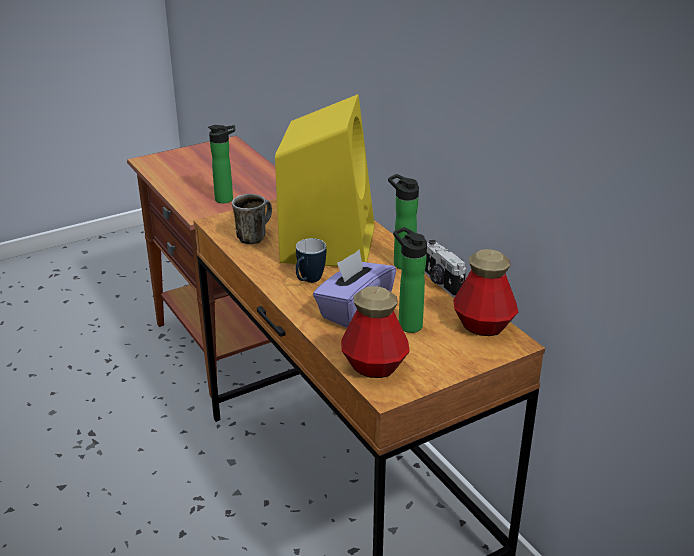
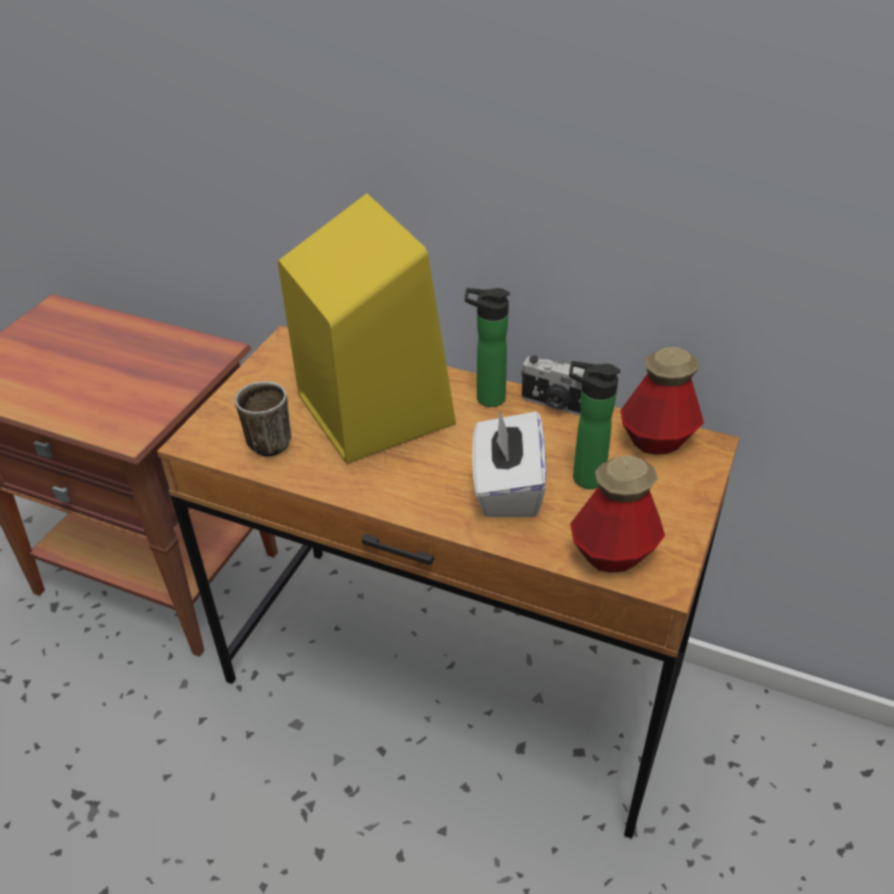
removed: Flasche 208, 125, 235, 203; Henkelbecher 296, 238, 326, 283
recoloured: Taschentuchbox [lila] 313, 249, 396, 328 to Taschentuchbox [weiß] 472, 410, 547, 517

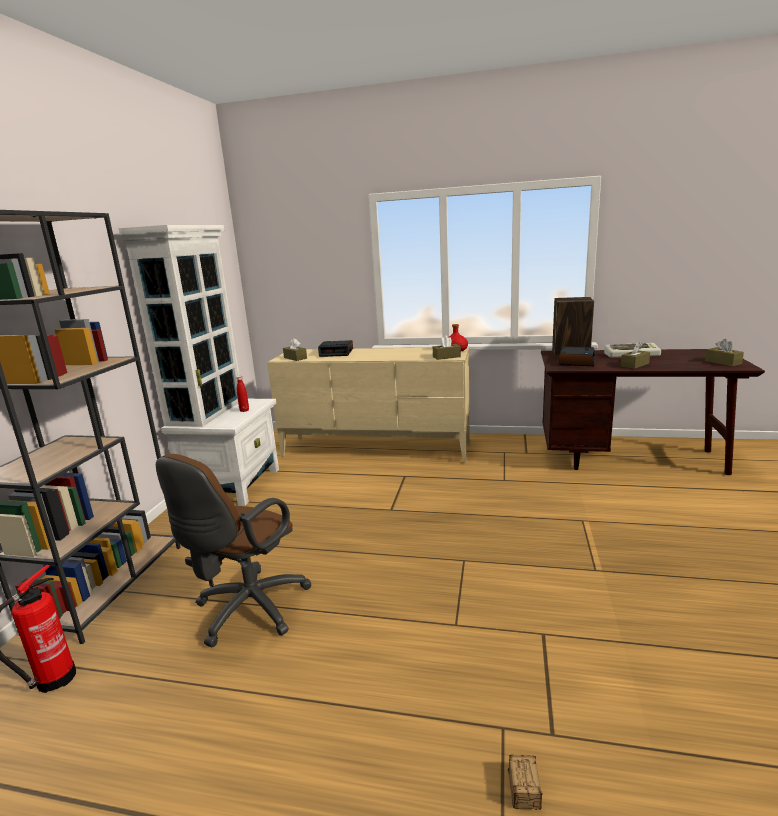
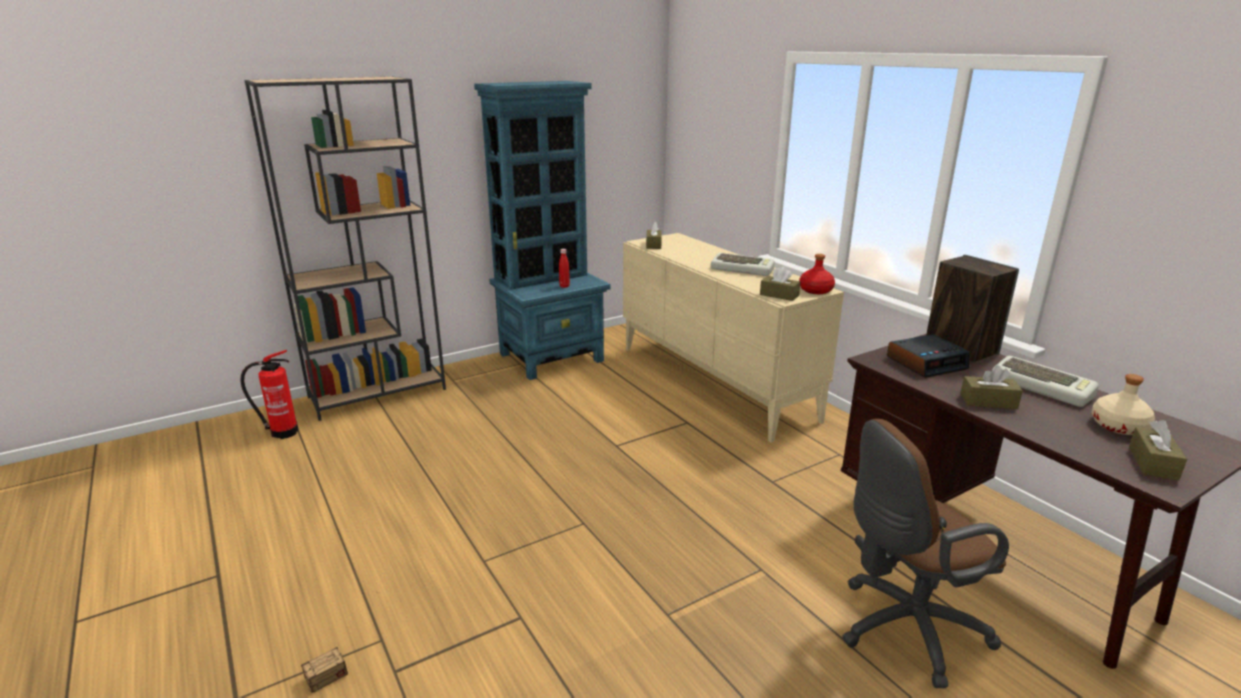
removed: Wecker 318, 340, 353, 357
added: Tastatur 711, 253, 775, 276; Flasche [beige] 1092, 374, 1155, 435
moved: Bürostuhl [braun] 156, 454, 312, 647 to 842, 419, 1009, 688
recoloured: Schrank [weiß] 119, 225, 279, 506 to Schrank [blau] 474, 81, 610, 380

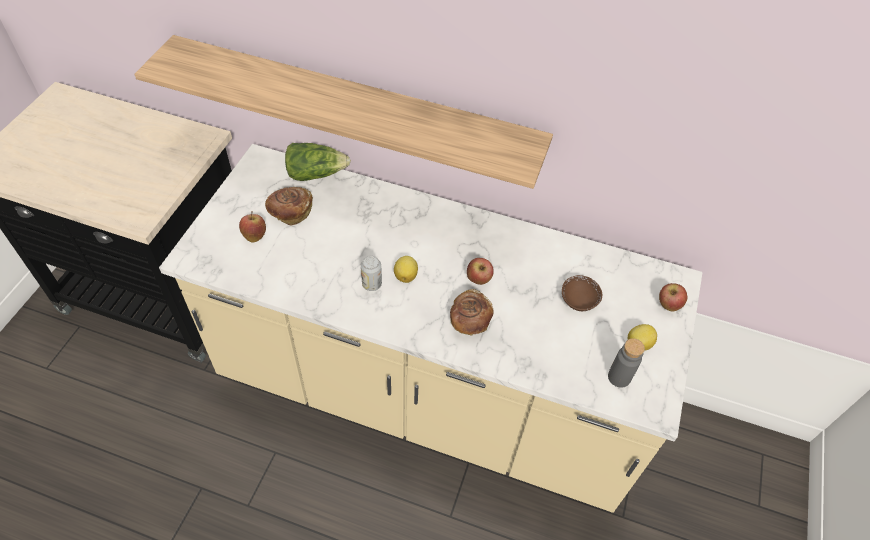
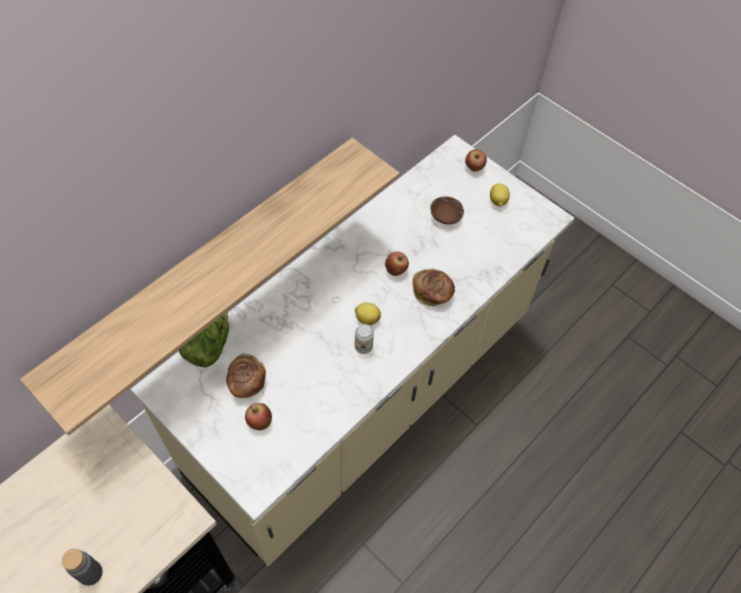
moved: Flasche [grau] 608, 338, 645, 388 to 62, 549, 103, 586

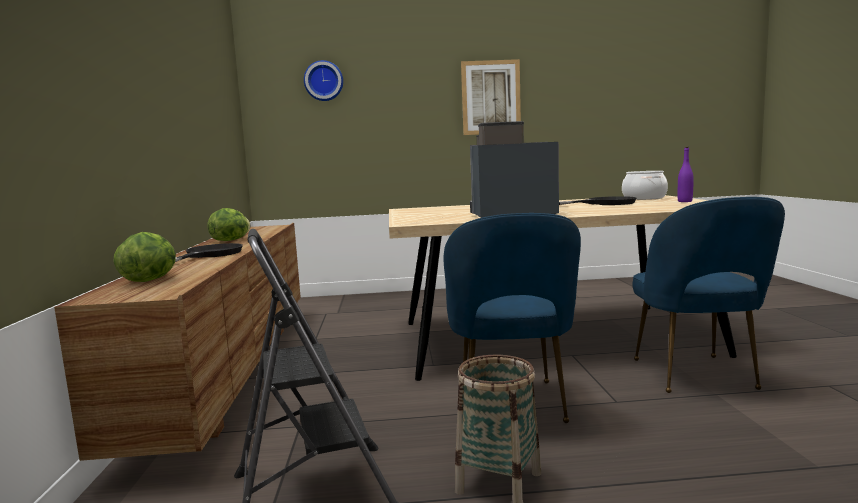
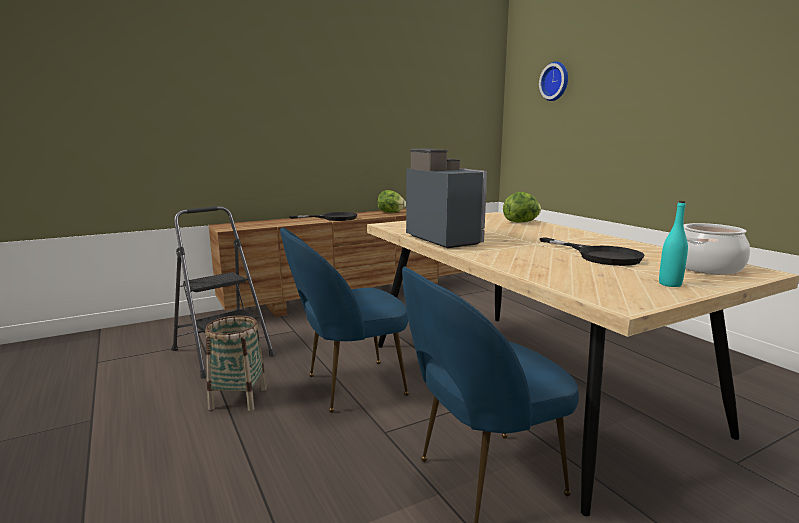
removed: Bild 461, 59, 521, 135
moved: Salatkopf 113, 232, 176, 282 to 503, 192, 541, 222
recoloured: Flasche [lila] 678, 147, 694, 202 to Flasche [türkis] 659, 201, 688, 287

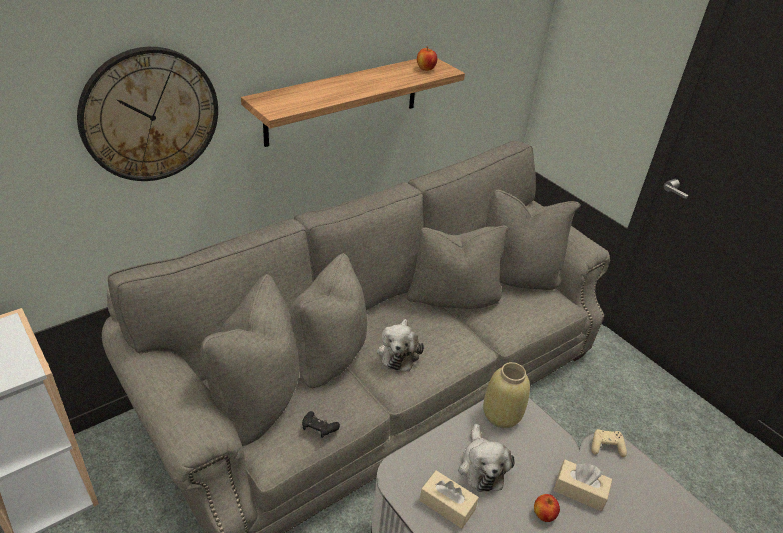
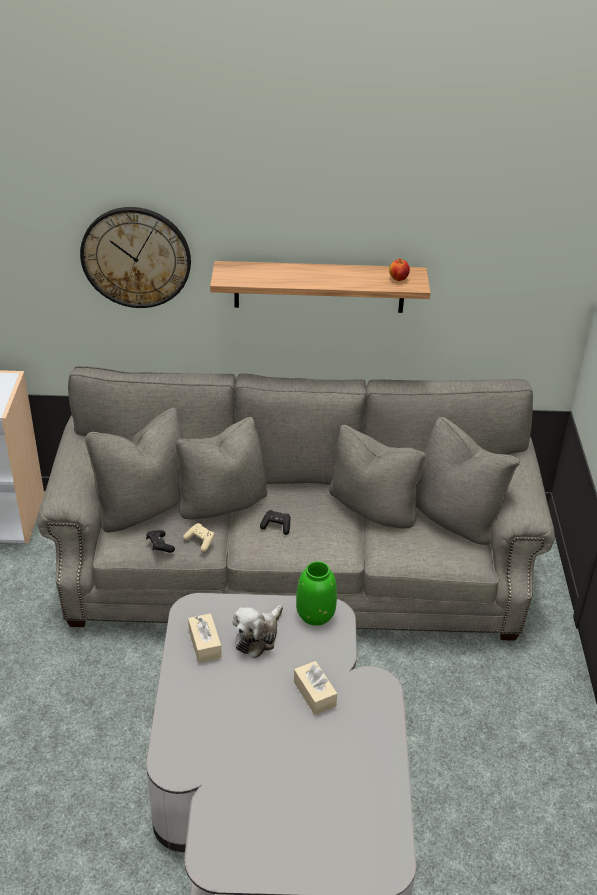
removed: Apfel 534, 494, 560, 522
moved: Gamepad [beige] 591, 429, 627, 457 to 183, 523, 214, 552
replaced: Plüschtier 377, 319, 424, 372 to Gamepad [schwarz] 260, 510, 290, 535
recoloured: Vase [beige] 483, 362, 530, 428 to Vase [grün] 296, 561, 337, 626

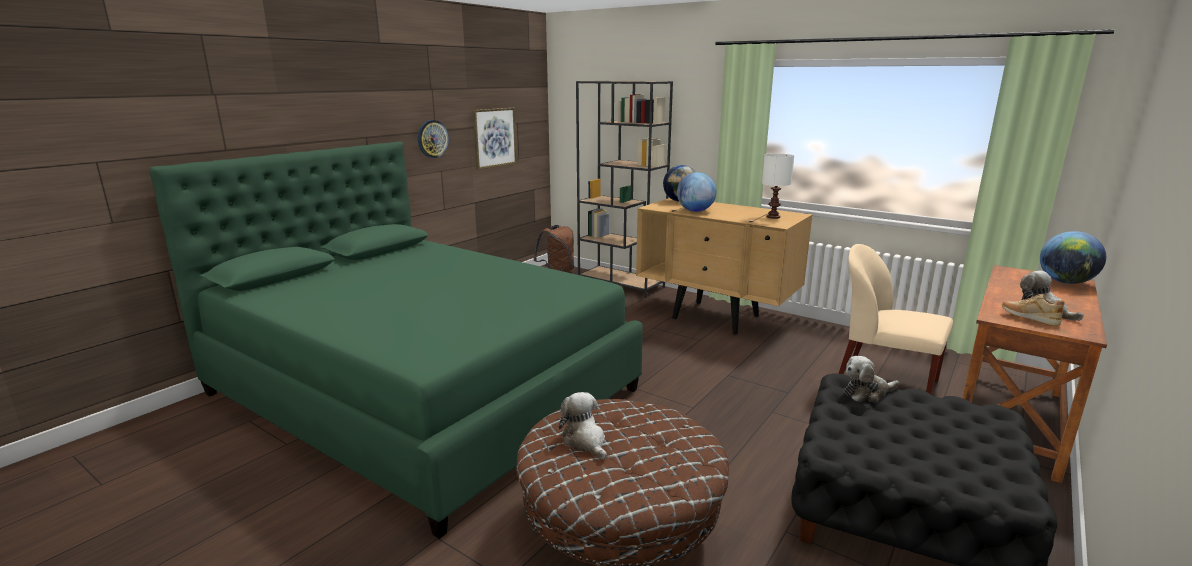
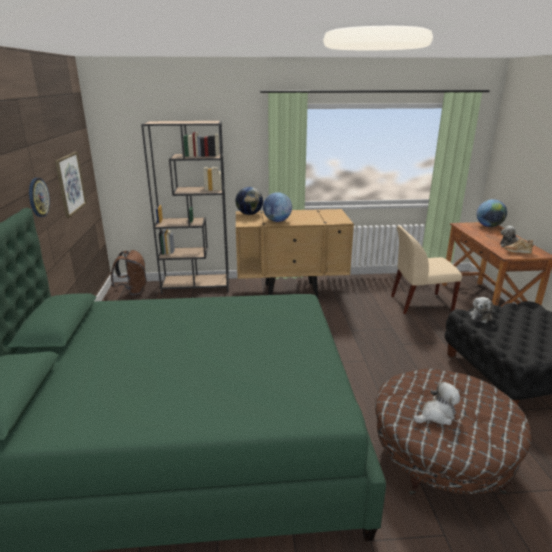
removed: Tischlampe [weiß] 762, 153, 794, 219
turned: Plüschtier 559, 392, 607, 460 = 413, 382, 460, 425 135 degrees clockwise

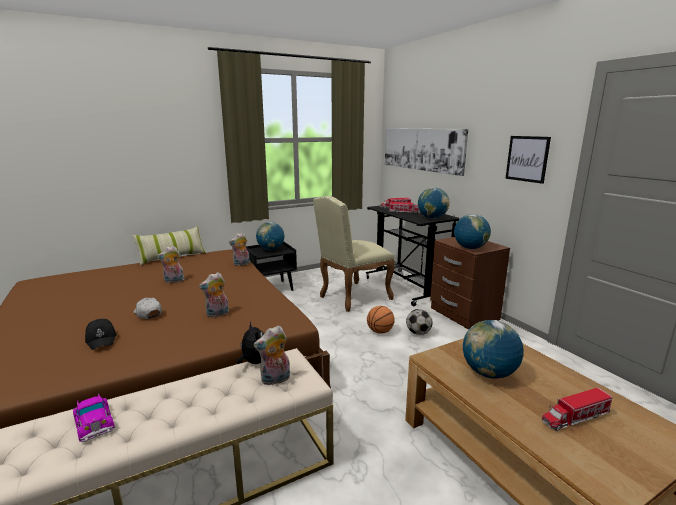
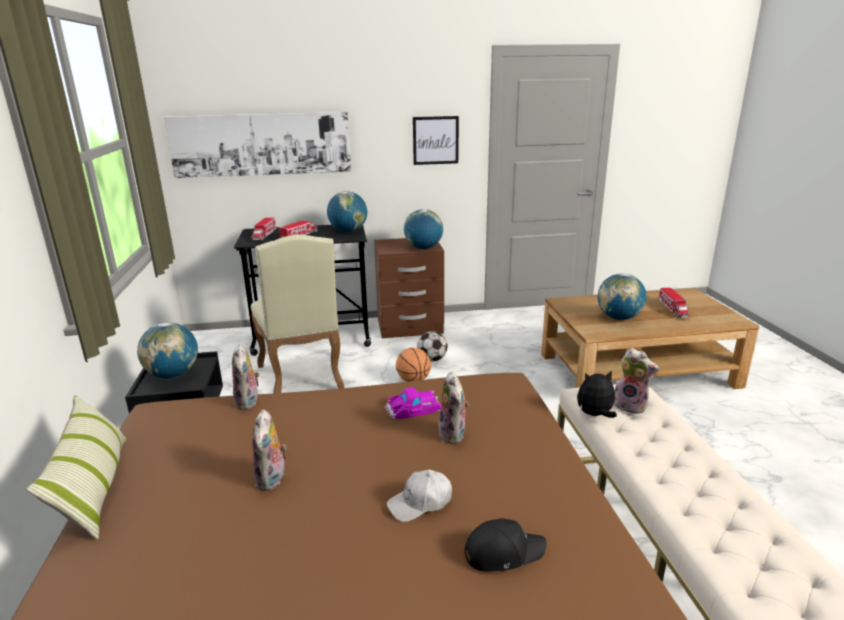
moved: Spielzeugauto 73, 393, 115, 442 to 384, 387, 441, 419
turned: Plüschtier 254, 326, 290, 385 = 614, 348, 659, 414 45 degrees counterclockwise

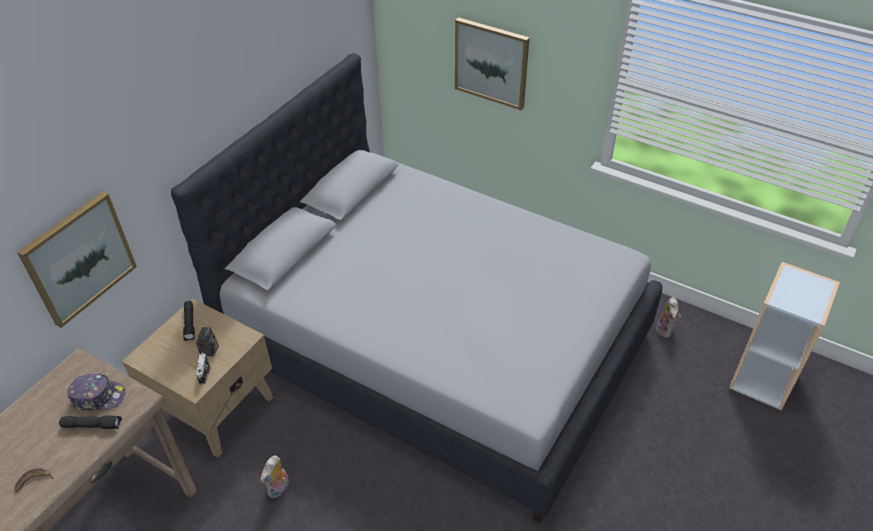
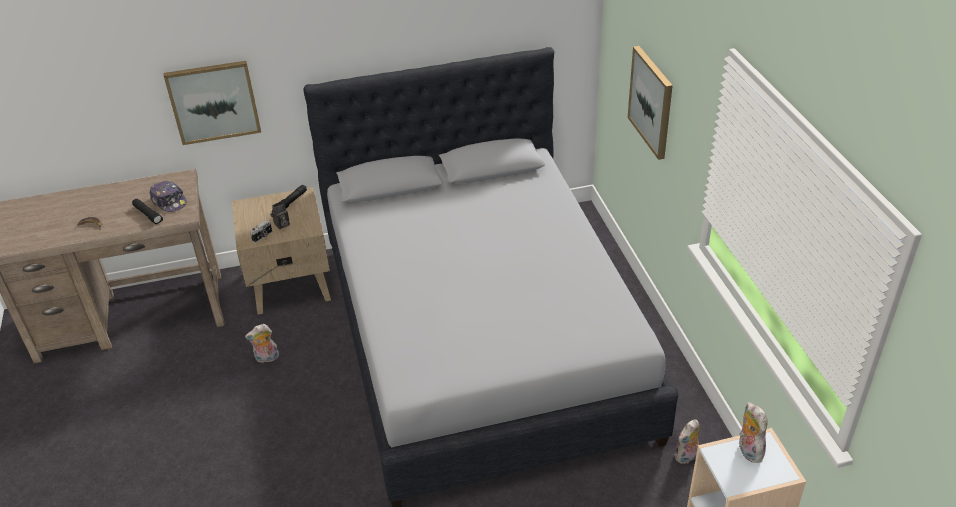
added: Plüschtier 739, 402, 768, 463

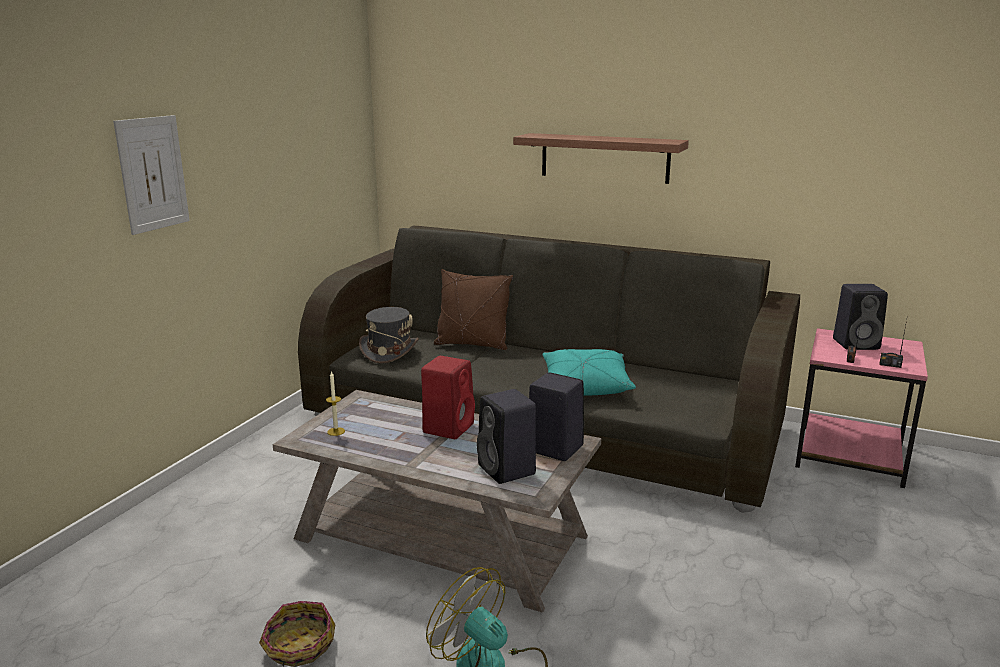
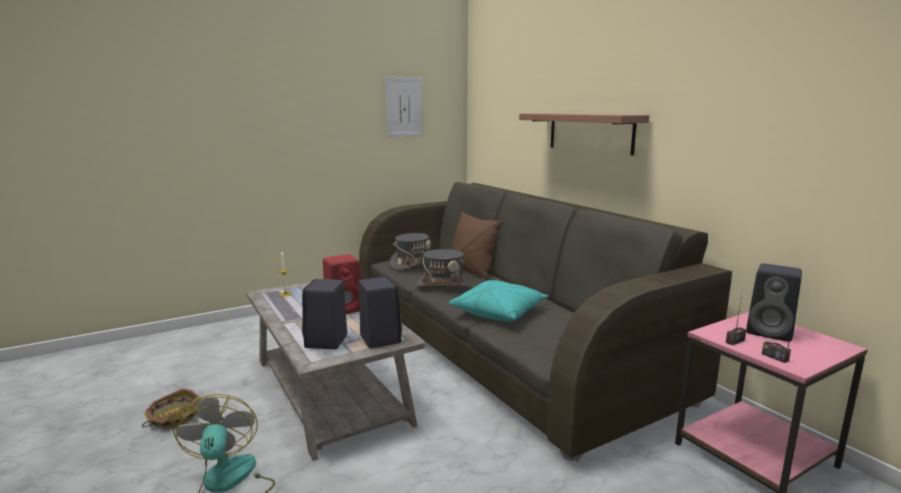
added: Hut [grau] 416, 249, 471, 287
moved: Bild 113, 115, 190, 235 to 386, 77, 423, 137

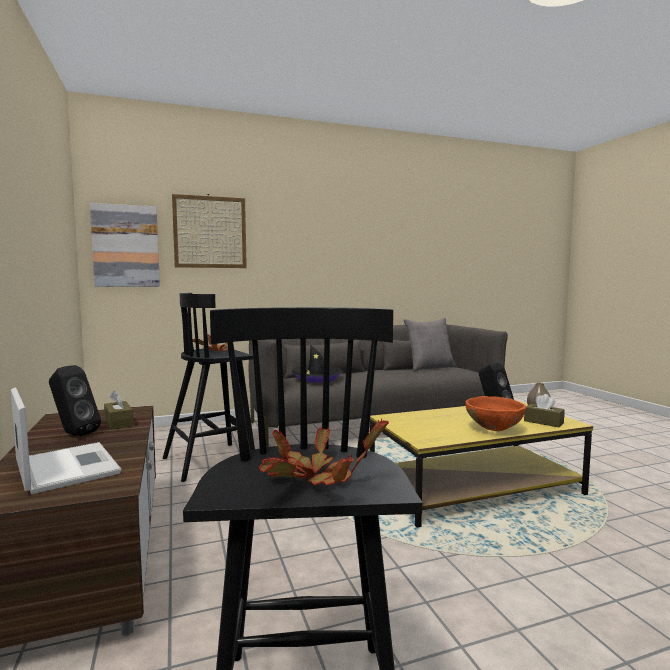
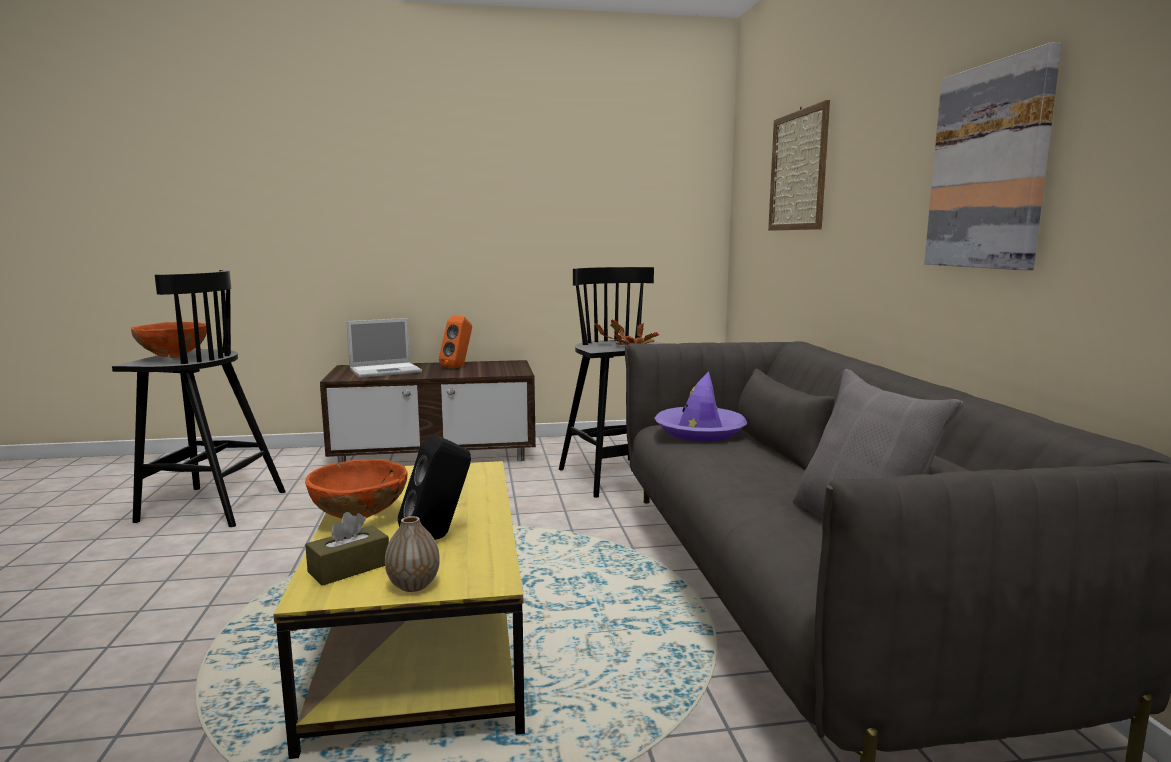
removed: Taschentuchbox [braun] 104, 390, 134, 430
moved: Bild 90, 203, 160, 287 to 924, 42, 1062, 270
replaced: Topfpflanze 259, 418, 389, 485 to Schüssel [orange] 131, 322, 207, 358
recoloured: Lautsprecher [schwarz] 49, 365, 101, 436 to Lautsprecher [orange] 439, 315, 472, 368; Hut [schwarz] 292, 346, 343, 382 to Hut [lila] 654, 371, 747, 441

